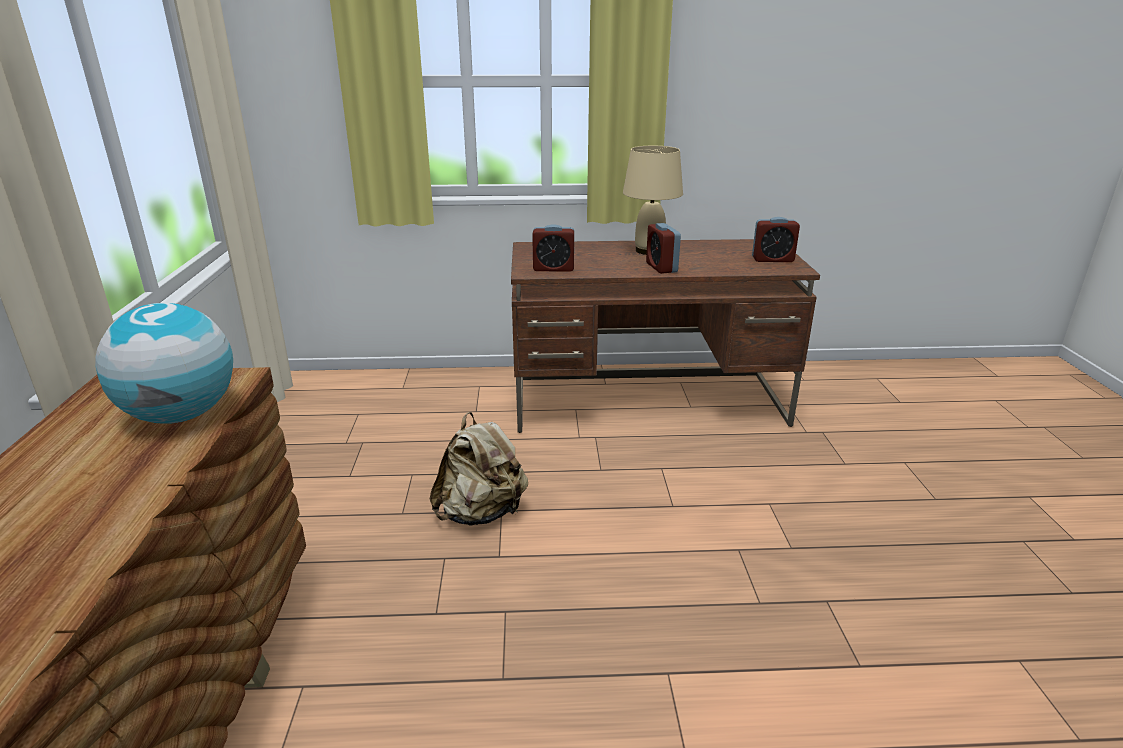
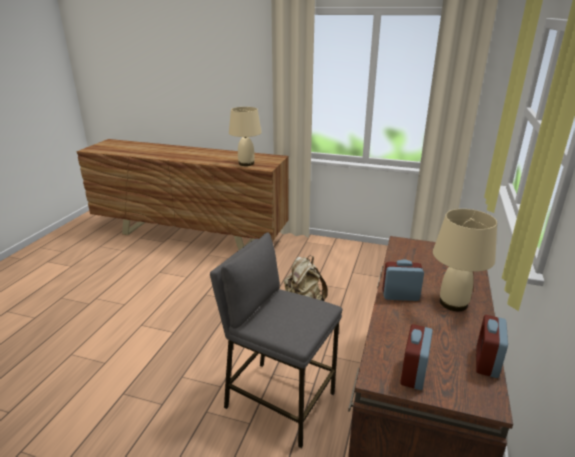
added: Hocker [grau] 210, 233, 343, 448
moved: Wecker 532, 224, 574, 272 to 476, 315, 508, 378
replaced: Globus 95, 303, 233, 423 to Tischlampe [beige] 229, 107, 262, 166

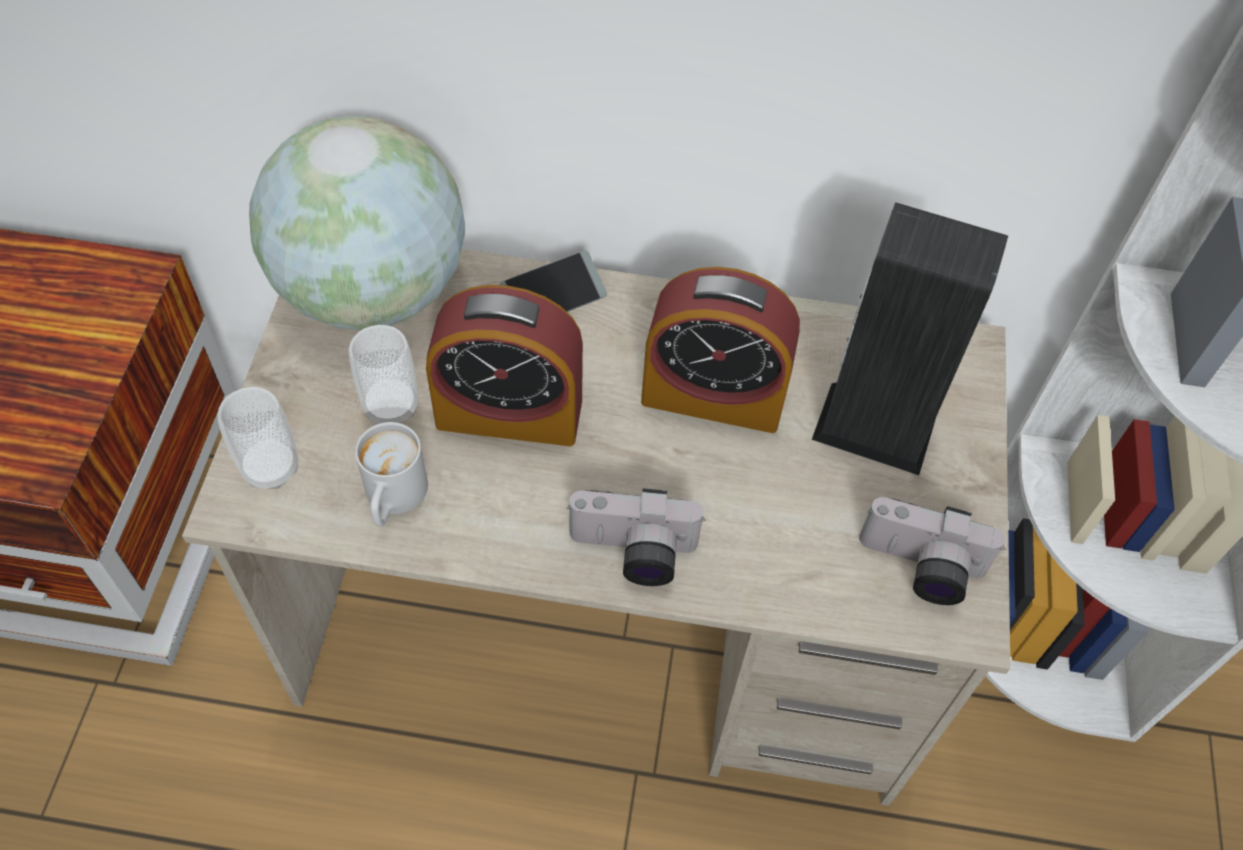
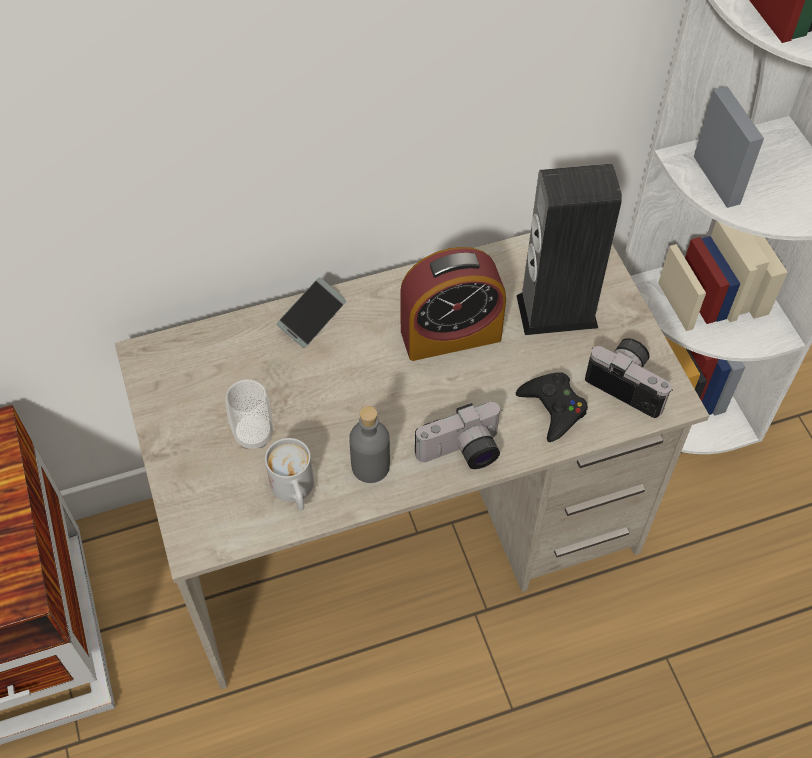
removed: Tasse 217, 387, 298, 489; Globus 249, 116, 465, 330; Wecker 426, 285, 583, 446
added: Flasche [grau] 349, 406, 390, 483; Gamepad [schwarz] 516, 372, 588, 442
turned: Kamera 859, 497, 1006, 605 = 585, 338, 673, 418 135 degrees counterclockwise

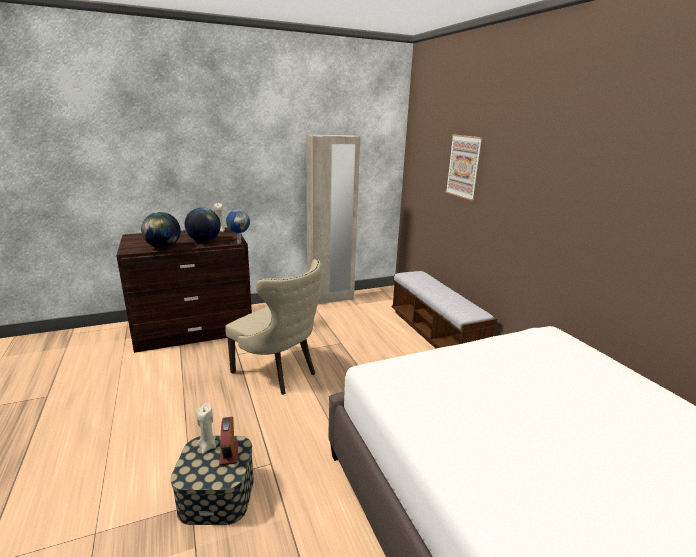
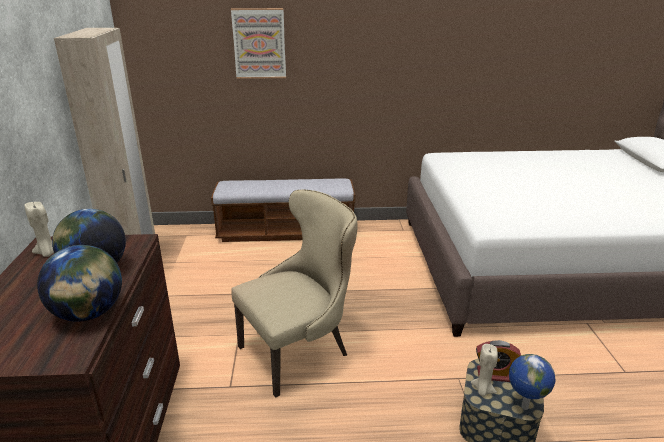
moved: Globus 226, 210, 250, 244 to 509, 354, 556, 410

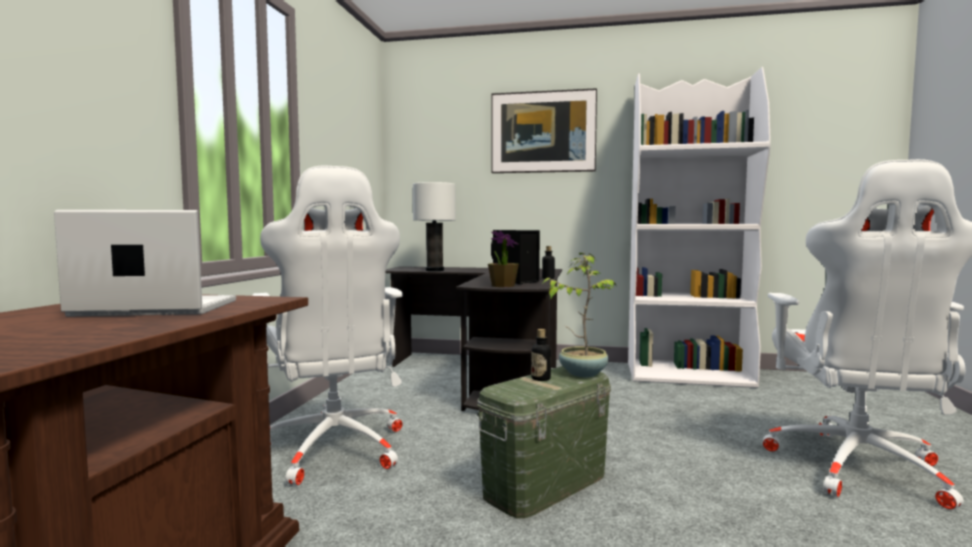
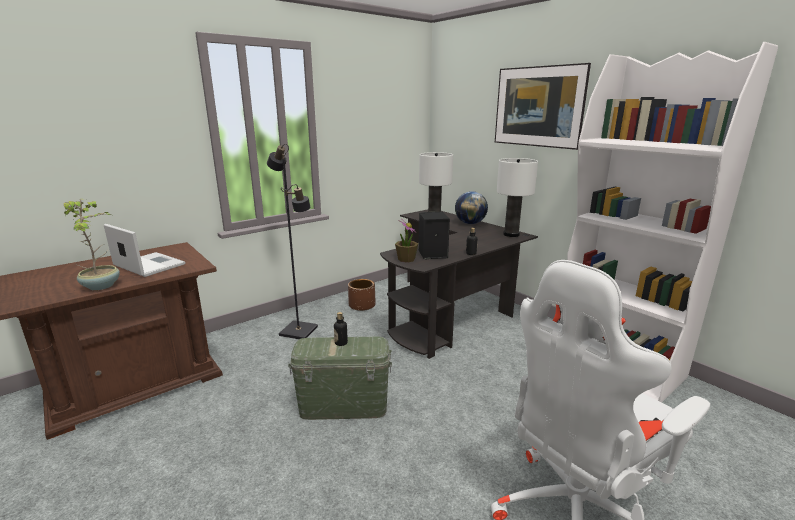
added: Pflanzkübel [braun] 348, 279, 376, 311; Globus 455, 191, 488, 224; Tischlampe [weiß] 497, 158, 538, 237
moved: Topfpflanze 541, 253, 617, 377 to 64, 199, 120, 290
replaced: Bürostuhl [weiß] 252, 166, 403, 485 to Stehlampe [schwarz] 267, 144, 318, 339

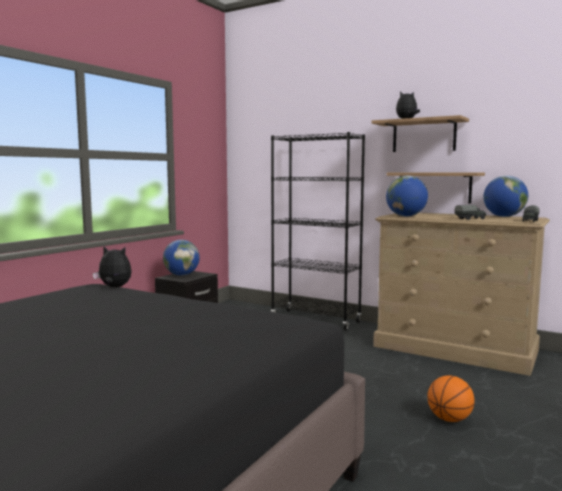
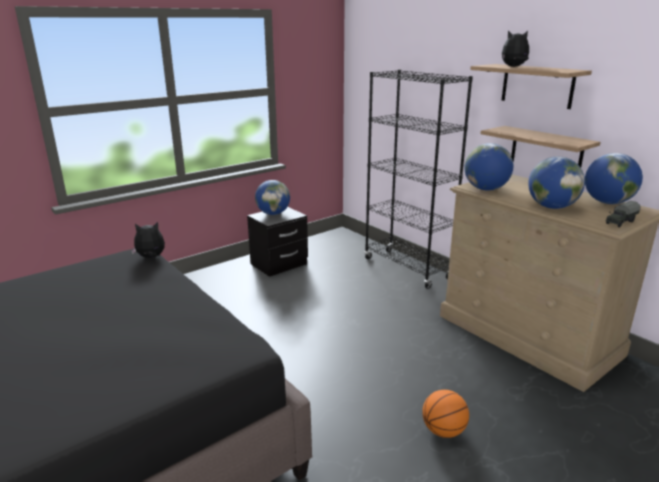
replaced: Spielzeuglaster 454, 205, 487, 220 to Globus 528, 157, 585, 209
turned: Plüschtier 93, 247, 132, 287 = 131, 222, 165, 258 45 degrees counterclockwise

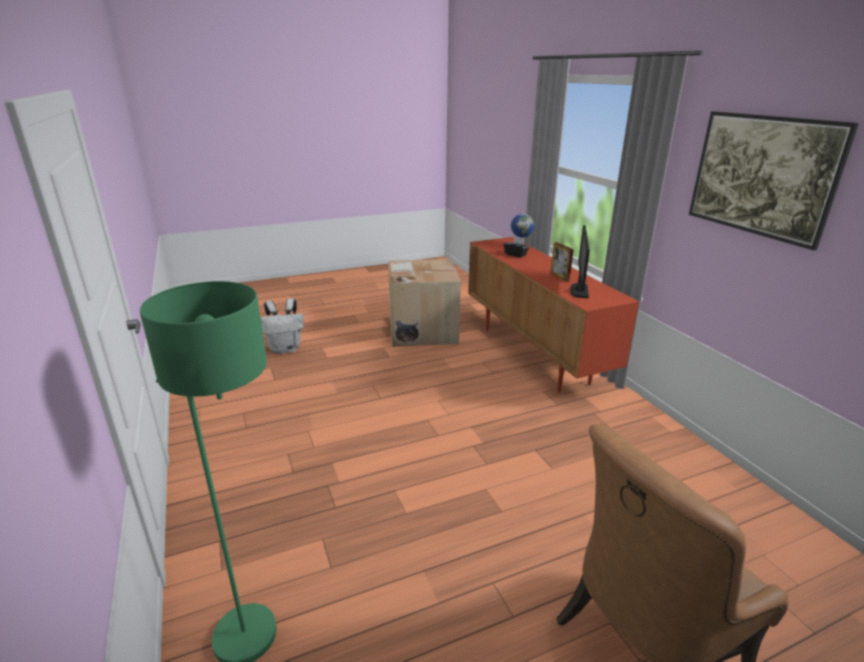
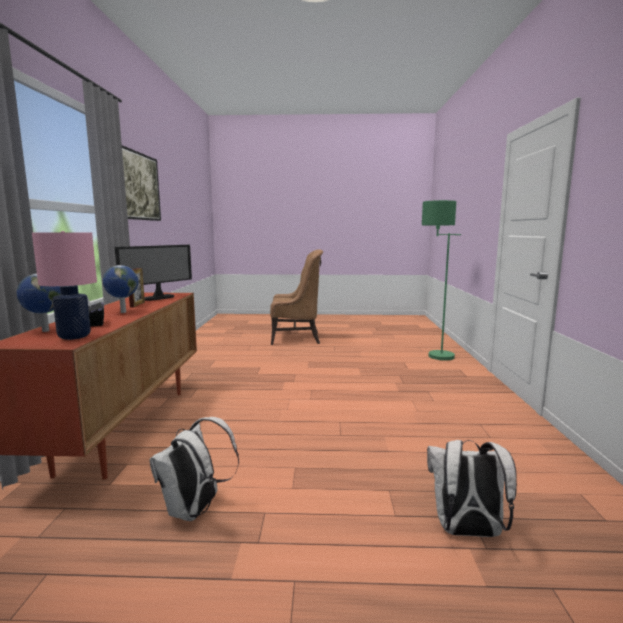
added: Tischlampe [rosa] 32, 231, 97, 340; Globus 103, 265, 138, 313
replaced: Karton 388, 259, 461, 347 to Rucksack [weiß] 149, 417, 239, 521

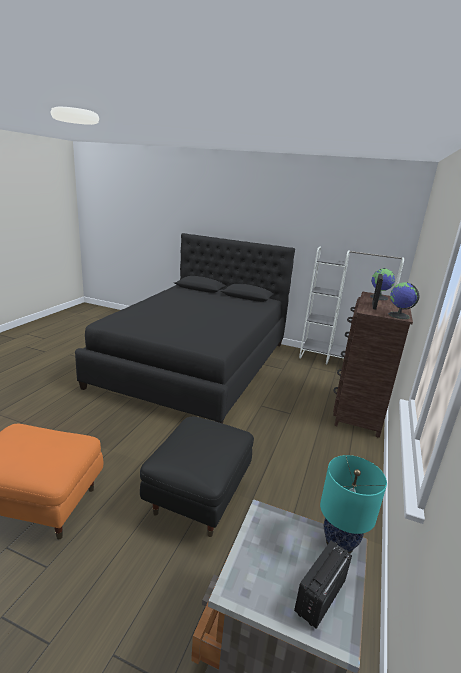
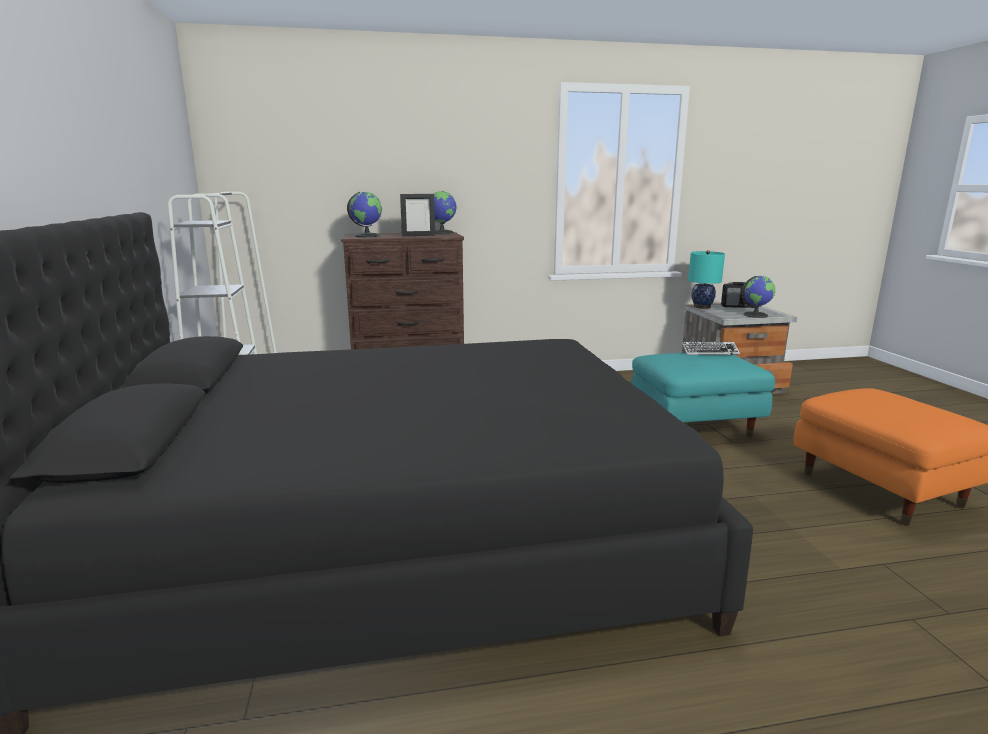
added: Tastatur 682, 342, 740, 355; Globus 742, 276, 775, 318
recoloured: Polsterhocker [schwarz] 140, 417, 254, 537 to Polsterhocker [türkis] 631, 353, 775, 438

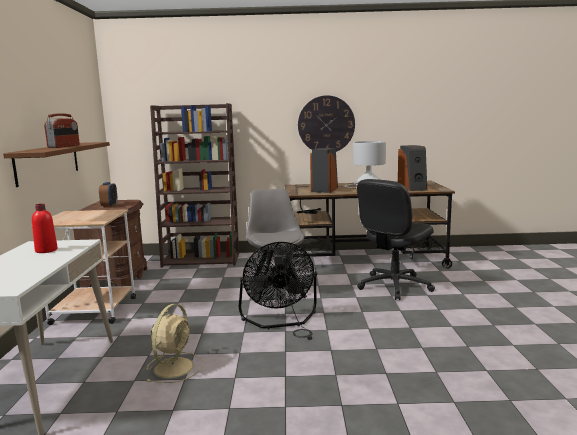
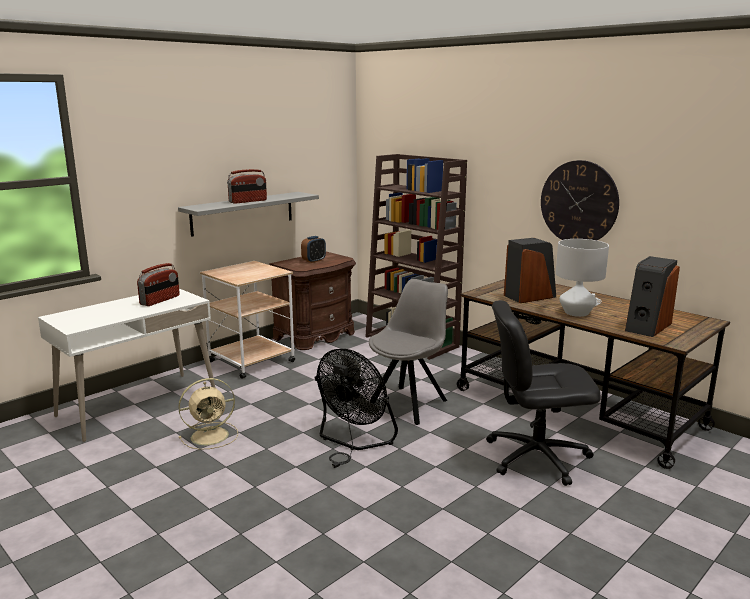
replaced: Flasche [rot] 32, 204, 58, 253 to Radio 137, 263, 180, 306
recoloured: Wandregal [braun] 3, 142, 110, 187 to Wandregal [grau] 178, 192, 319, 237

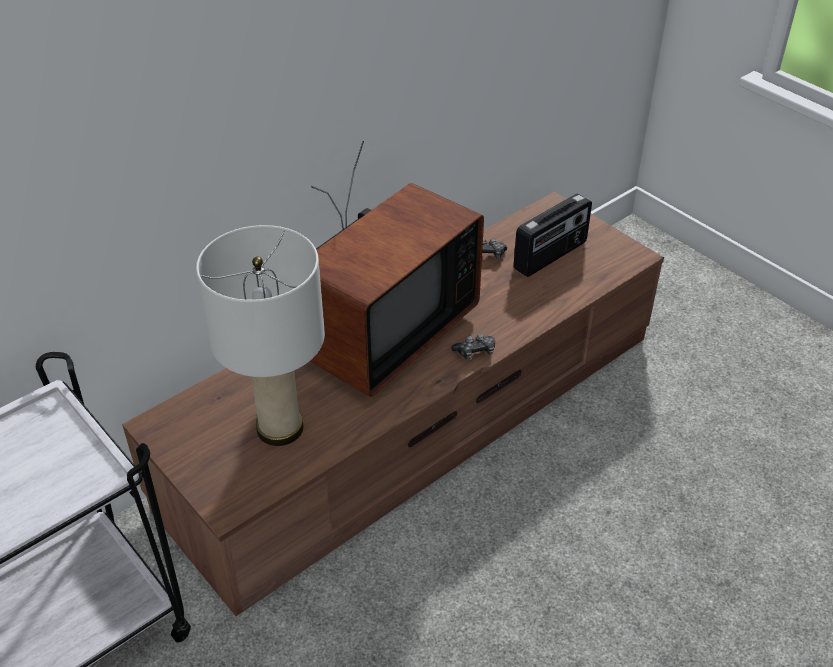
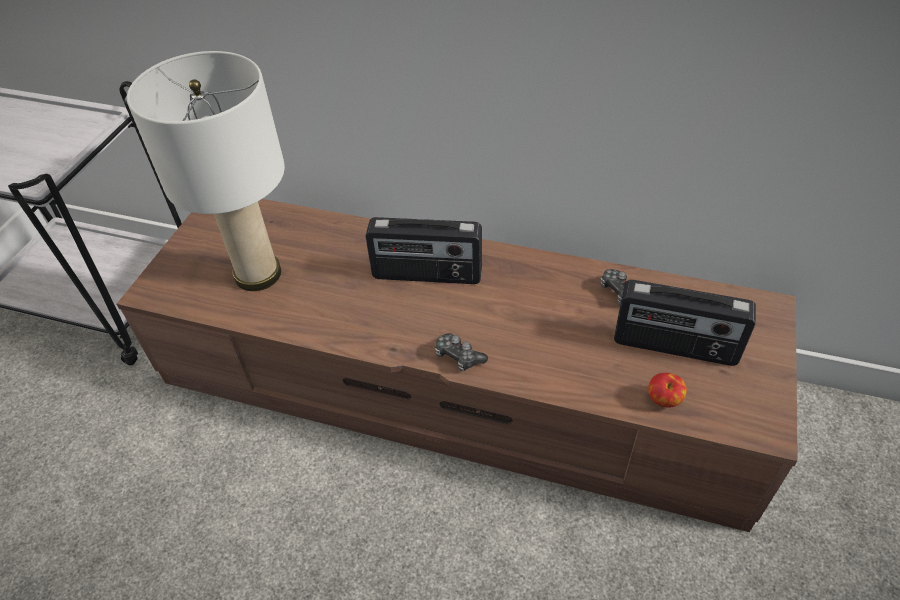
added: Apfel 648, 373, 687, 407
replaced: Fernseher 310, 141, 484, 397 to Radio 366, 217, 482, 284

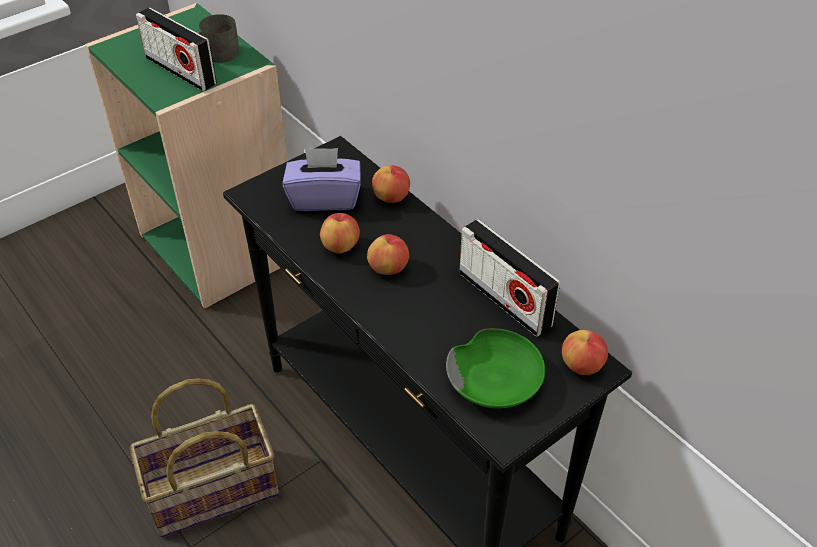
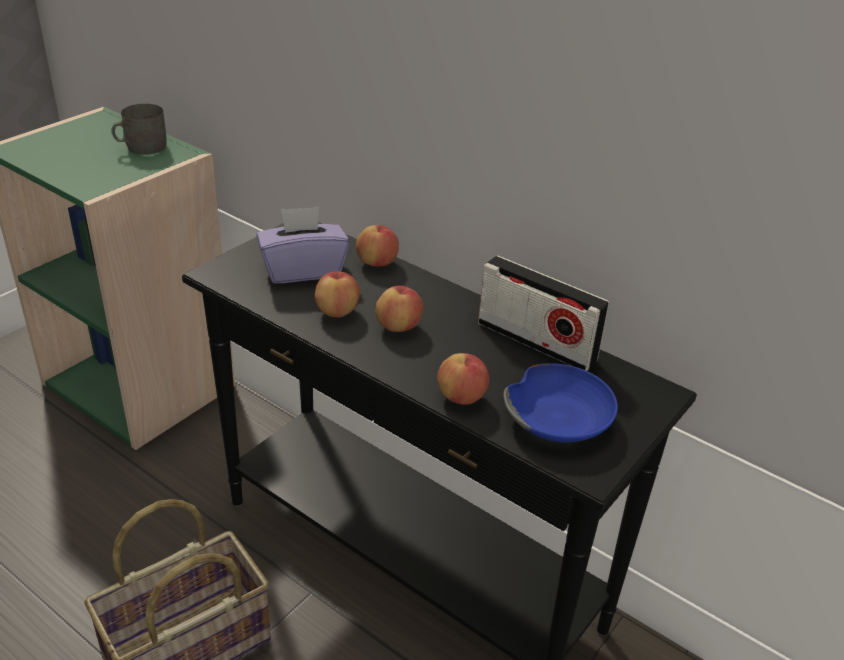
removed: Radio 136, 7, 217, 91
moved: Apfel 562, 330, 608, 375 to 437, 353, 489, 405
recoloured: Schüssel [grün] 446, 328, 545, 409 to Schüssel [blau] 504, 363, 618, 442

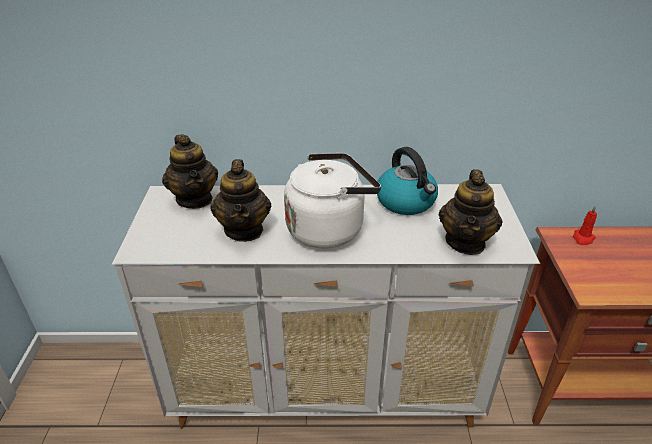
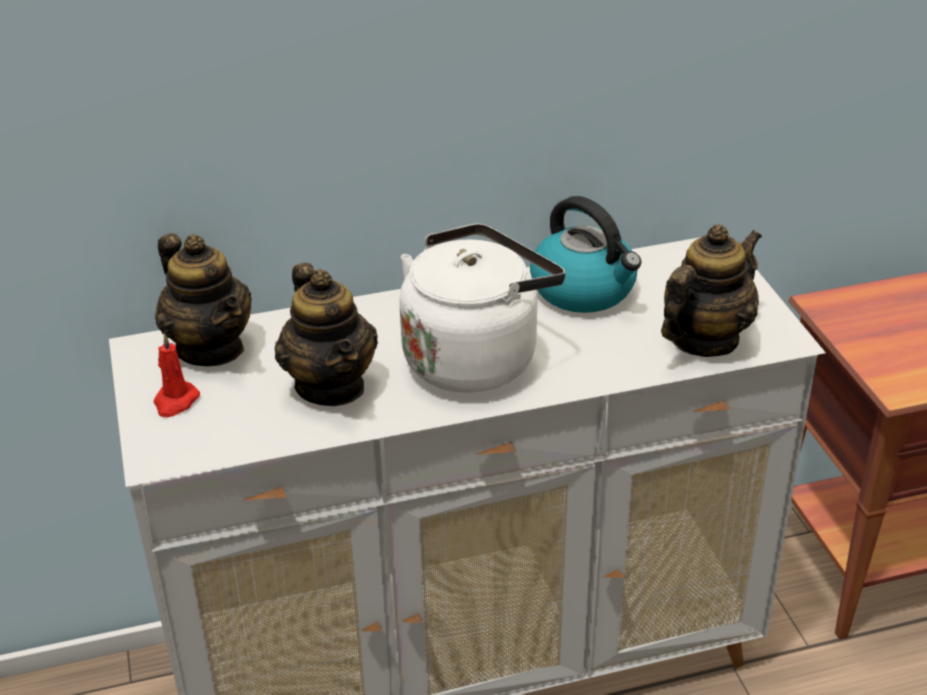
moved: Kerze [rot] 573, 206, 597, 245 to 153, 333, 200, 417
turned: Teekanne 439, 169, 503, 255 = 661, 224, 762, 357 135 degrees counterclockwise

